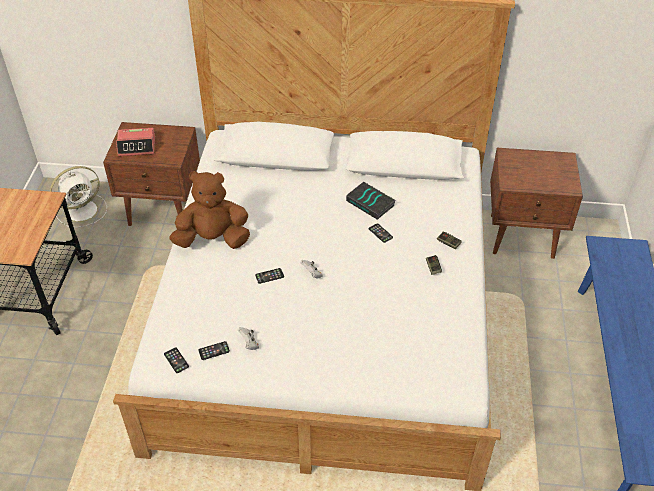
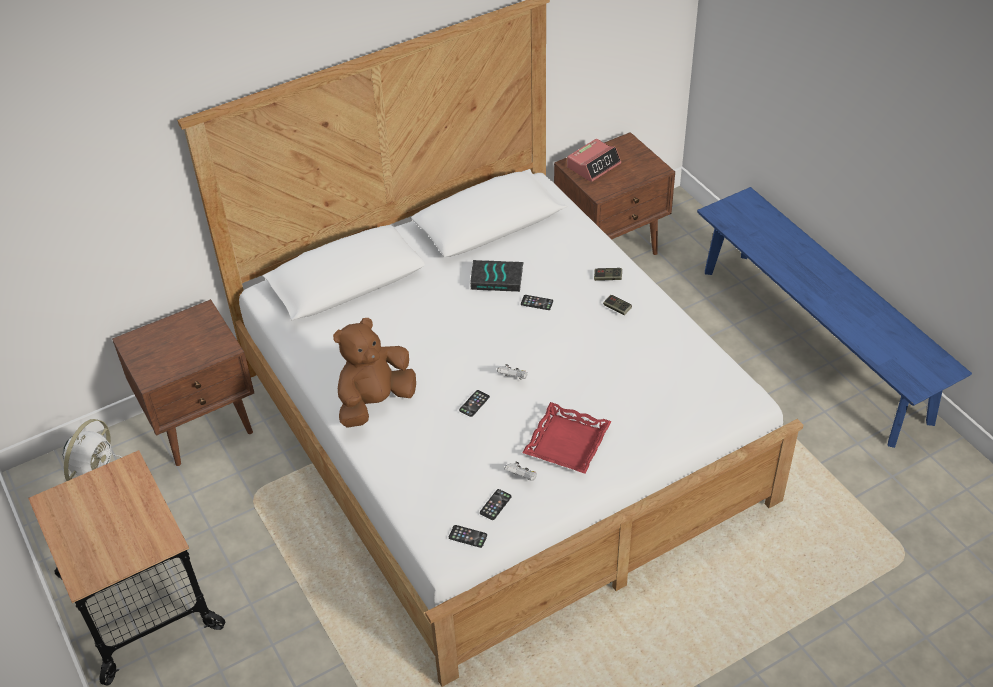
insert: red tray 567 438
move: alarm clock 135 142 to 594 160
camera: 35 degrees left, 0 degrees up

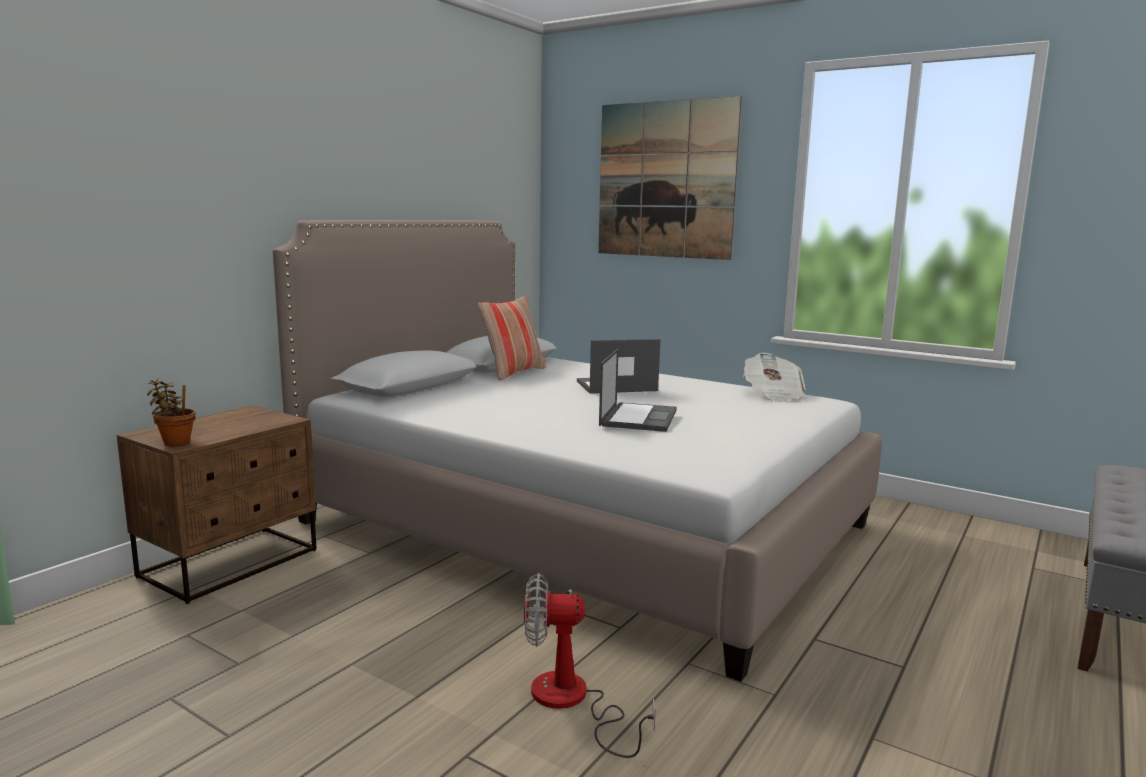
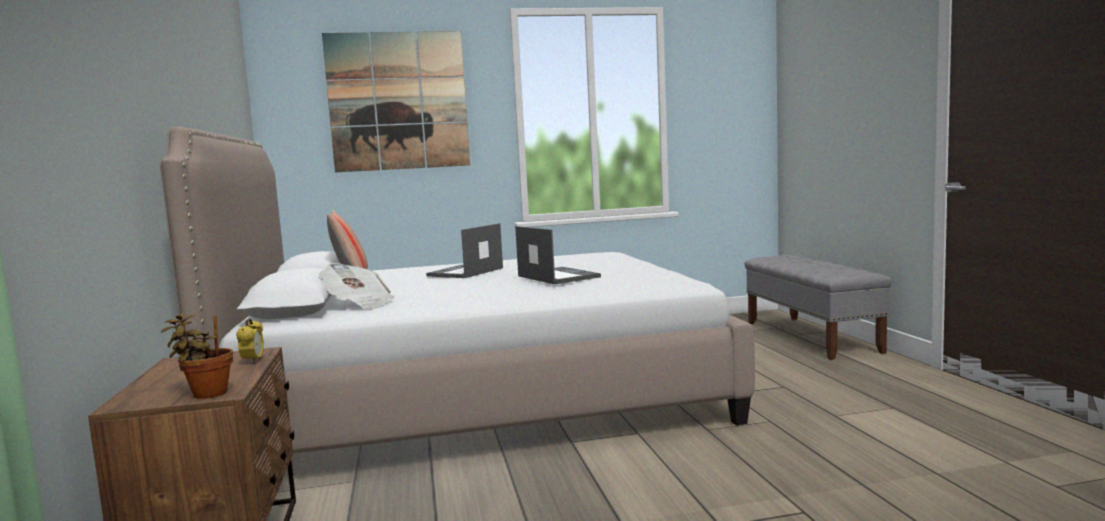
delete: fan 590 665
insert: alarm clock 250 341
move: newspaper 775 378 to 356 286
camera: 45 degrees left, 5 degrees down

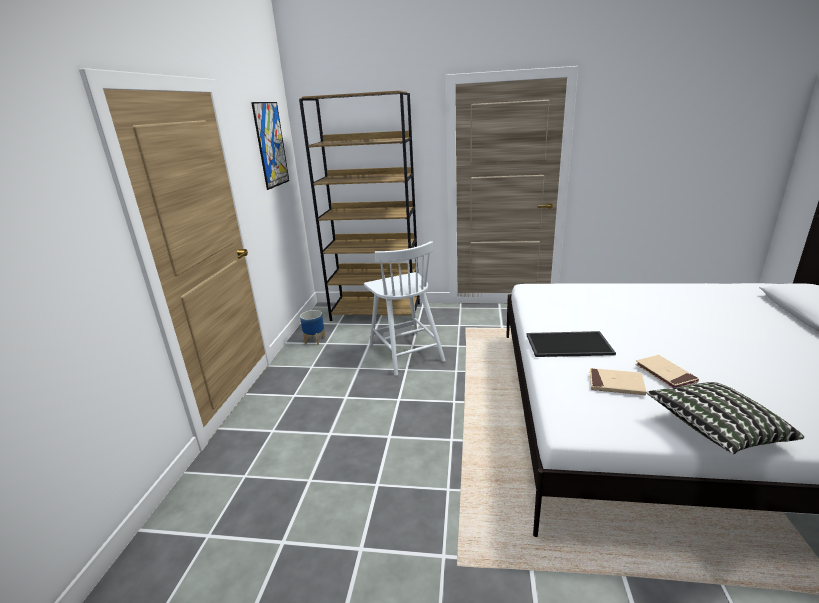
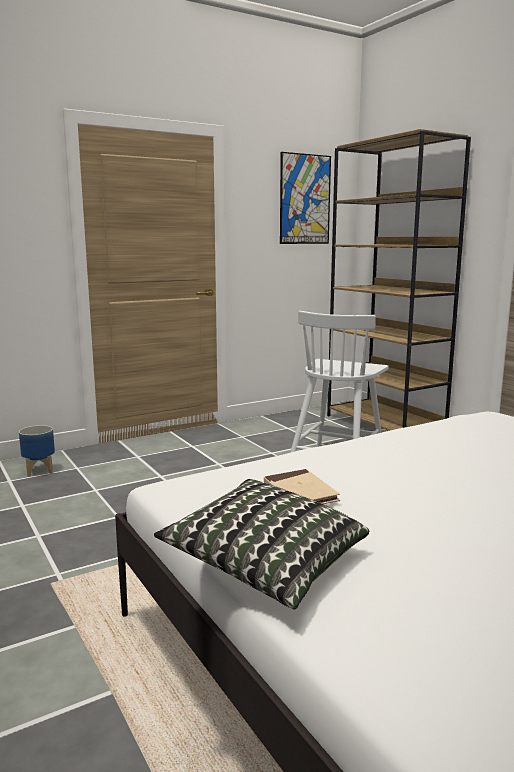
delete: tray 571 344; beige book 667 371
move: planter 312 327 to 37 451
camera: 50 degrees right, 10 degrees down

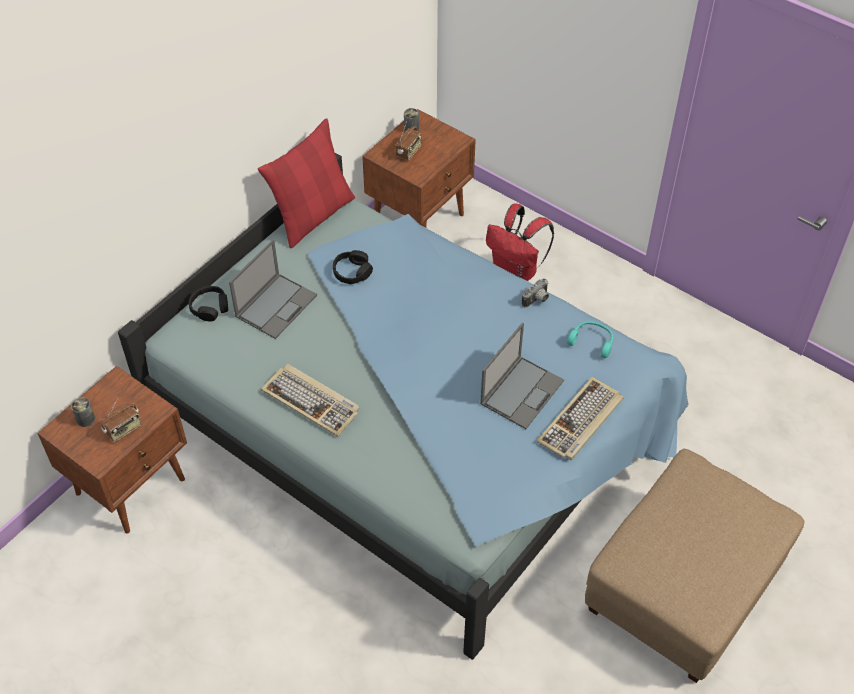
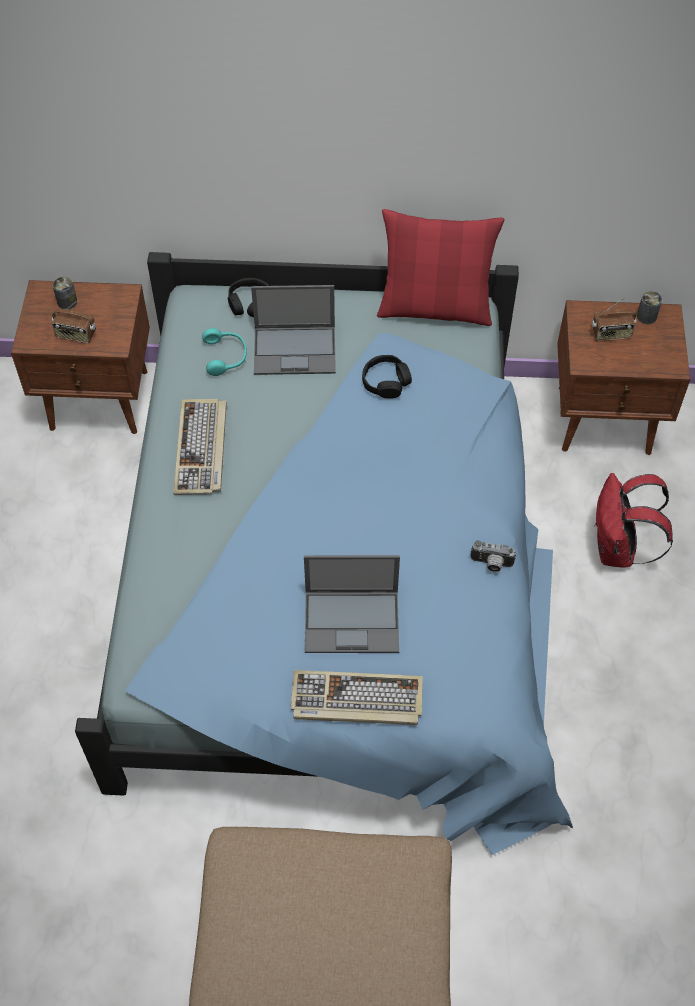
move: turquoise headphones 590 339 to 224 352
camera: 55 degrees right, 5 degrees up

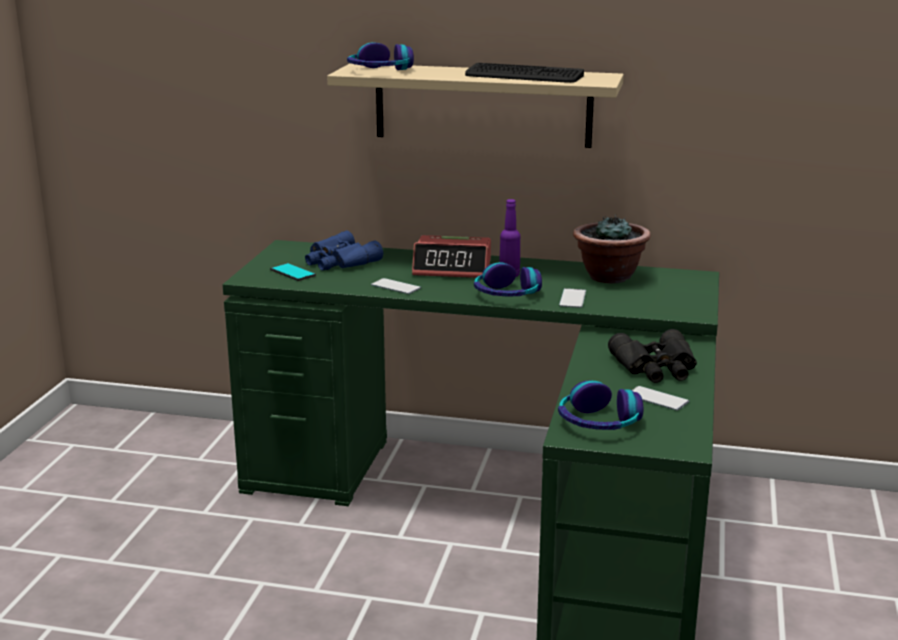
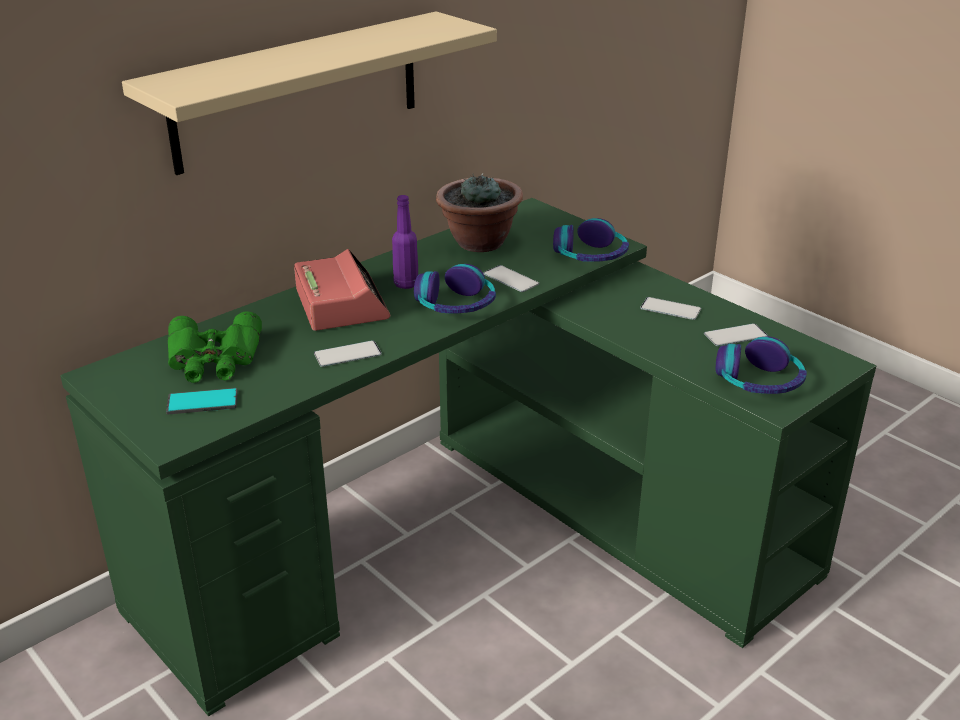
delete: keyboard 524 73
move: headphones 380 56 to 591 240
replace: black binoculars 652 356 to phone 670 308
recolor: blue binoculars 344 250 to green binoculars 215 347
rotate: alarm clock 451 256 = 342 290 60 degrees counterclockwise
camera: 55 degrees left, 10 degrees up

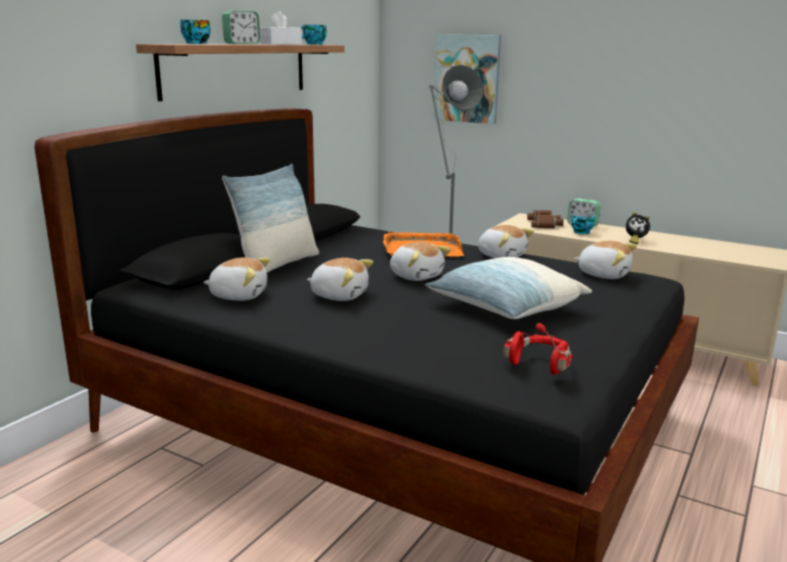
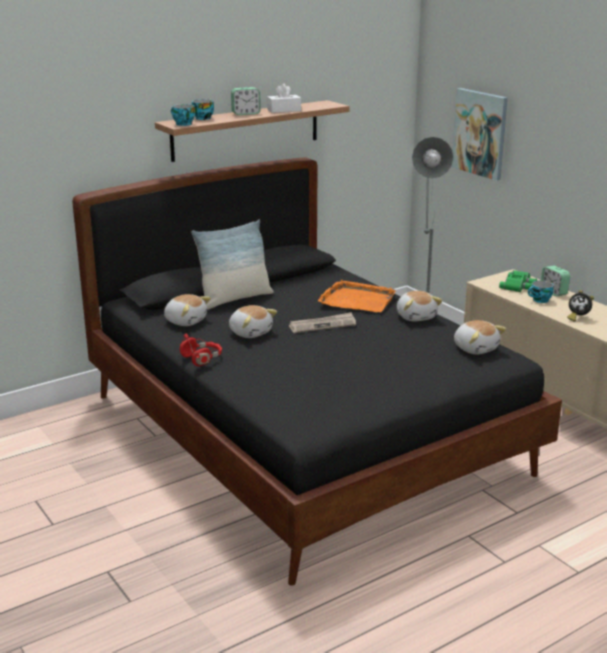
delete: pillow 508 288
move: cup 313 35 to 183 115; red headphones 538 349 to 201 349
replace: plush toy 420 261 to newspaper 322 322
recolor: brown binoculars 545 219 to green binoculars 518 281
camera: 25 degrees right, 5 degrees up

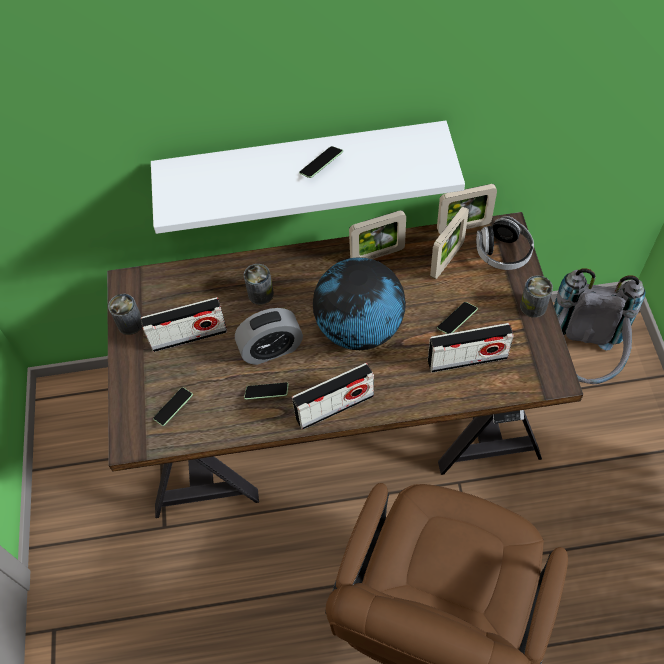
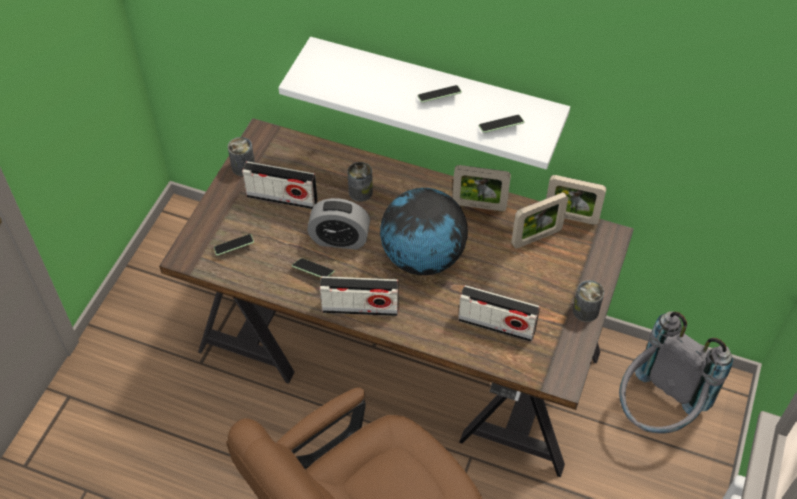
delete: headphones 505 243
move: phone 457 318 to 501 124
camera: 25 degrees right, 5 degrees down

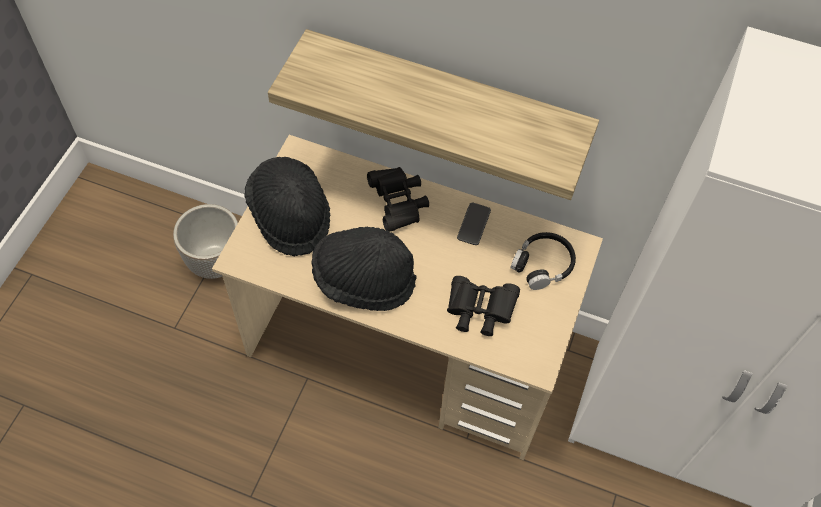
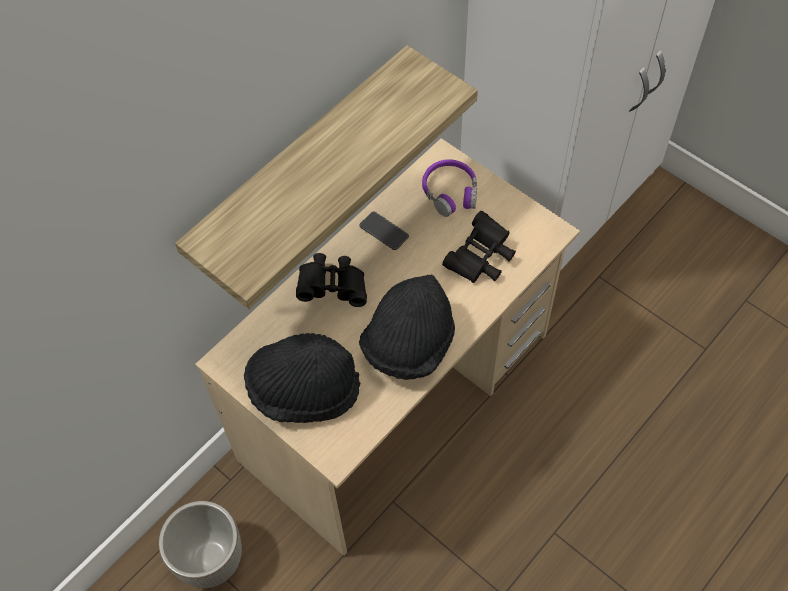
recolor: black headphones 543 261 to purple headphones 449 188
camera: 65 degrees left, 0 degrees up

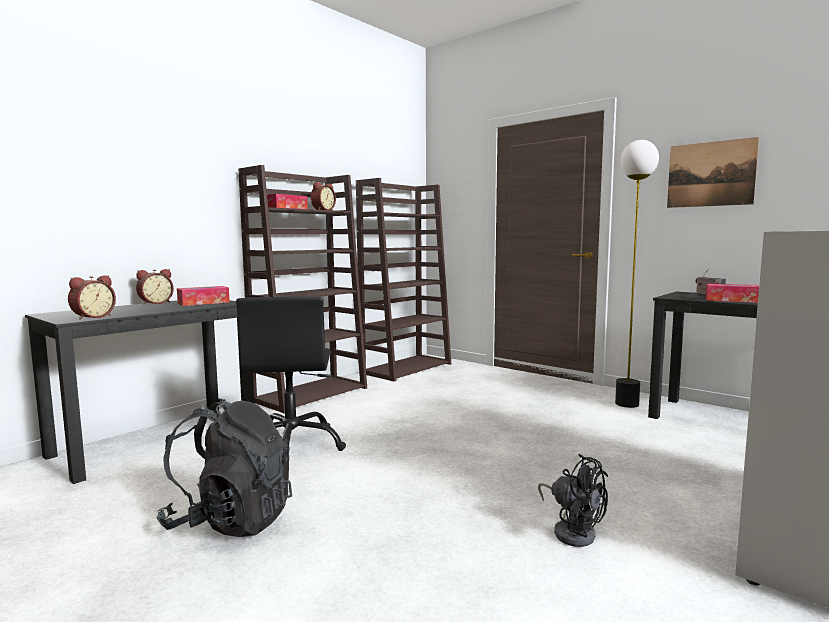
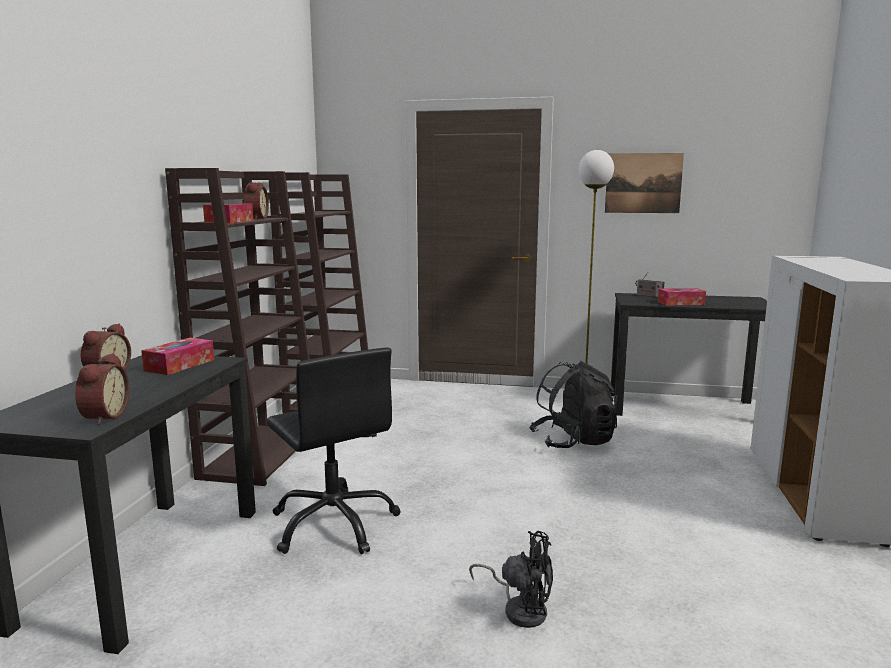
move: black backpack 224 467 to 573 404; black fan 573 500 to 511 579
camera: 30 degrees left, 5 degrees up

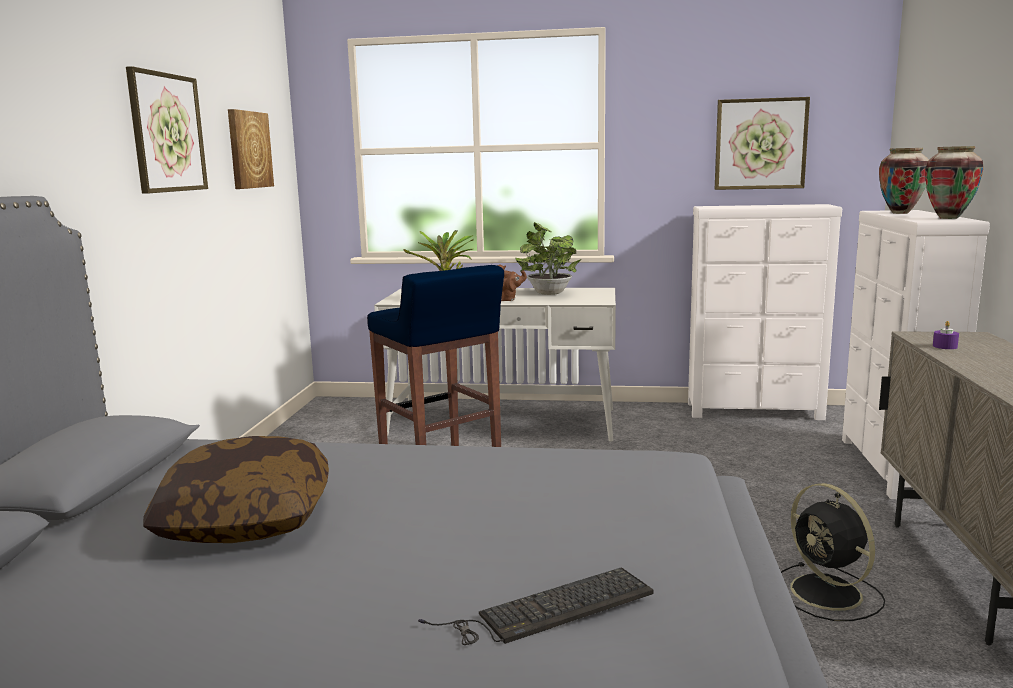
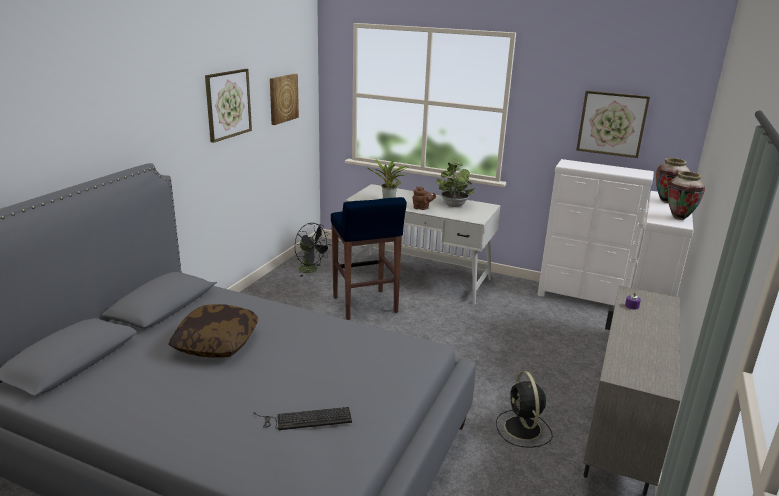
insert: black fan 313 250
camera: 15 degrees right, 10 degrees up

